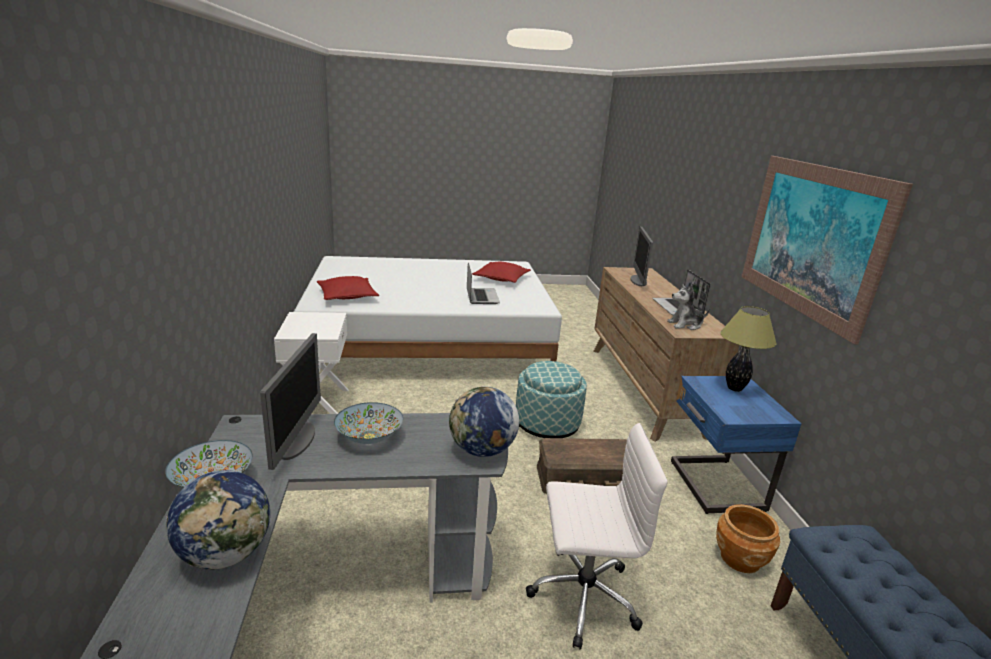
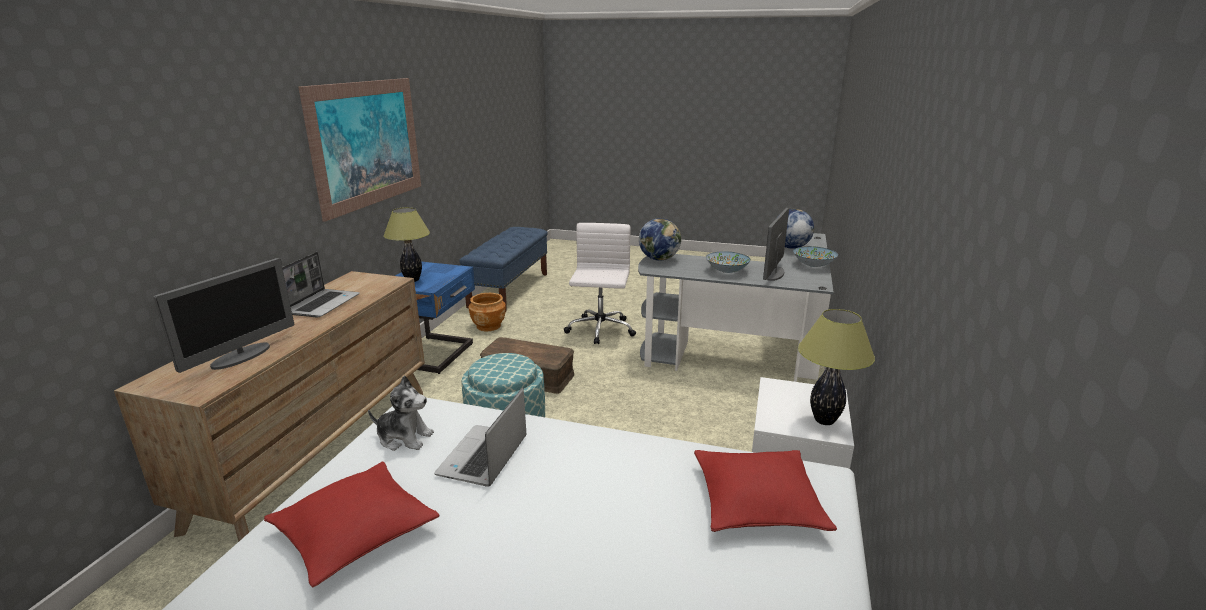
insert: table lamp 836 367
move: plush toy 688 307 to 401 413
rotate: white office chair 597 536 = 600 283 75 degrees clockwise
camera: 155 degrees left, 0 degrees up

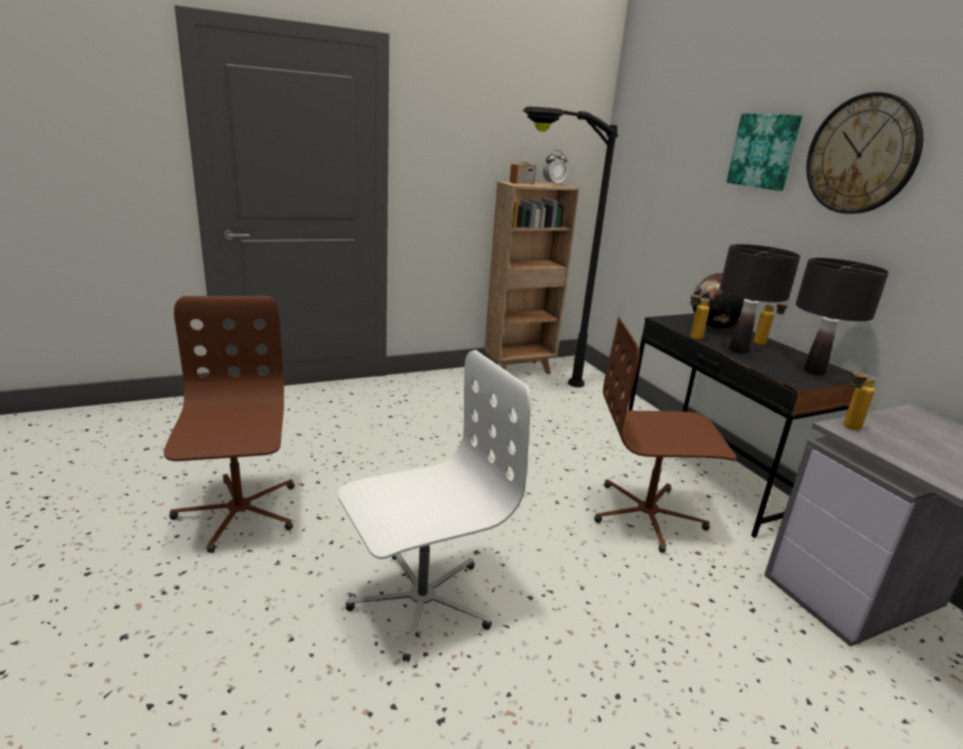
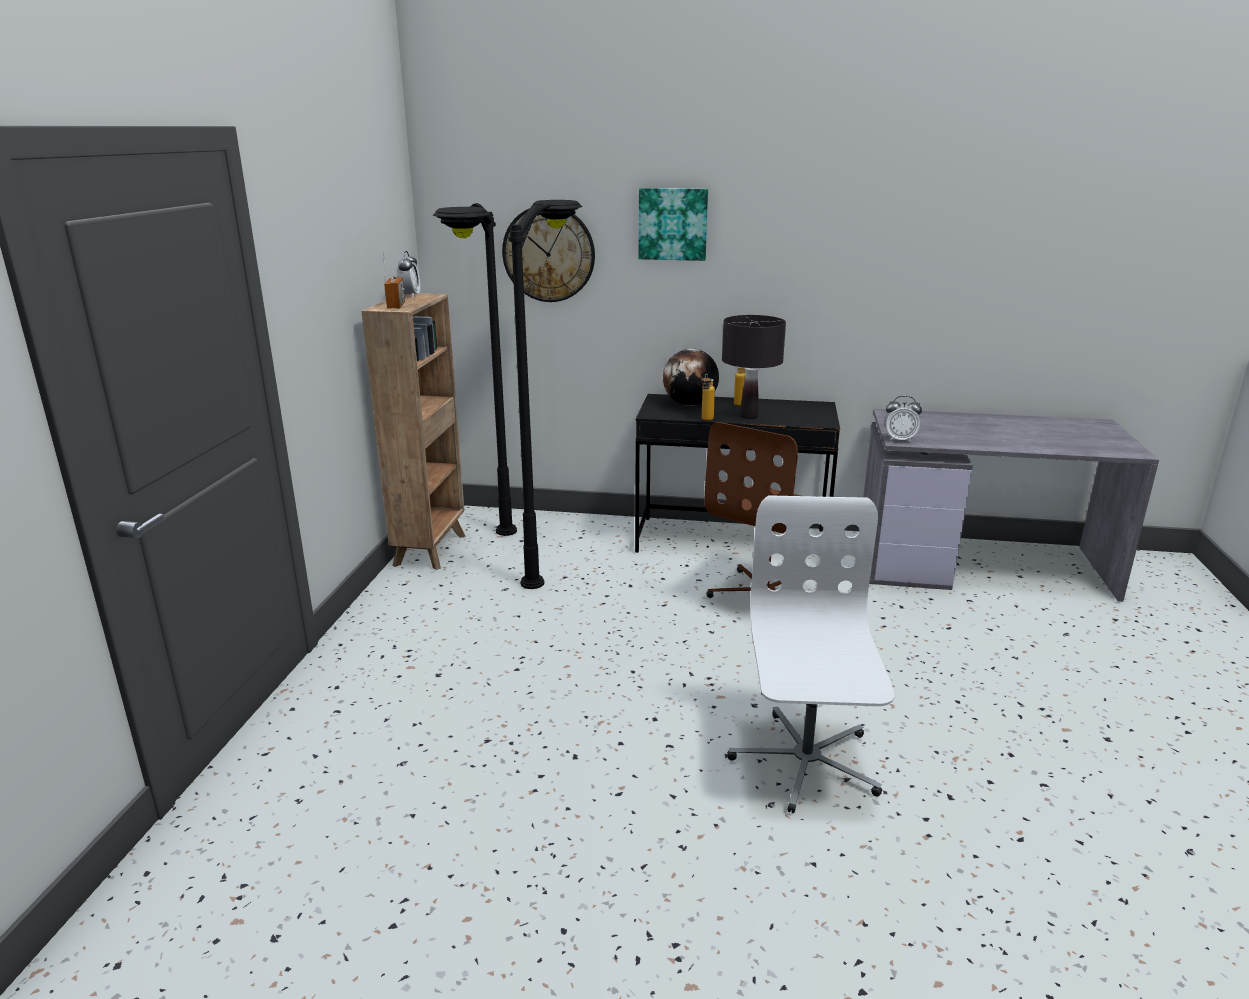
delete: brown office chair 229 424; black table lamp 842 316
insert: black floor lamp 545 394
move: wall clock 864 153 to 548 255
replace: bottle 860 398 to alarm clock 903 419
camera: 55 degrees left, 0 degrees up

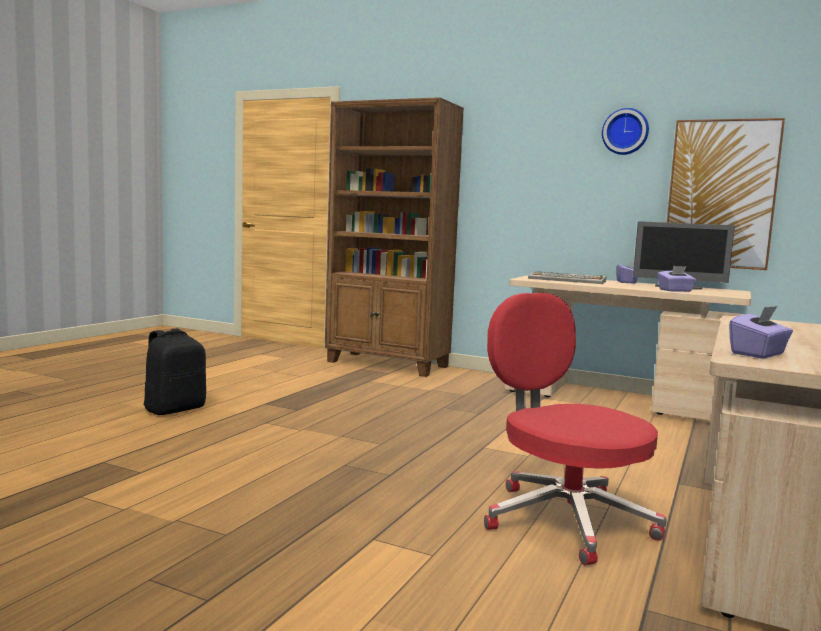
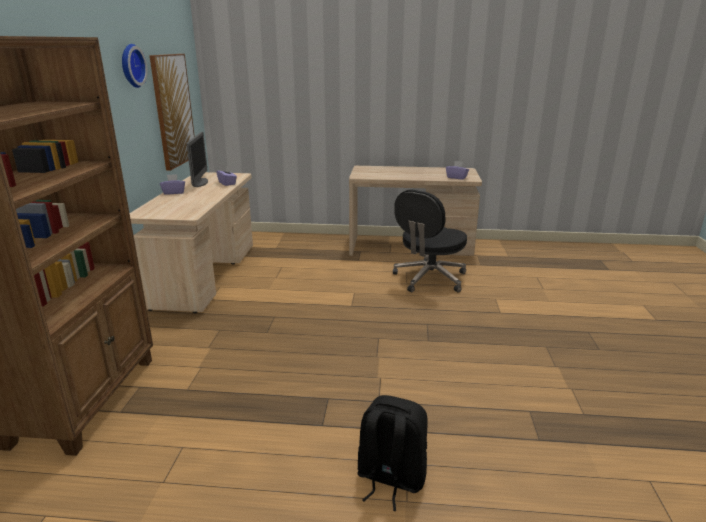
delete: keyboard 567 277
recolor: red office chair 575 429 to black office chair 430 241
camera: 110 degrees left, 15 degrees up

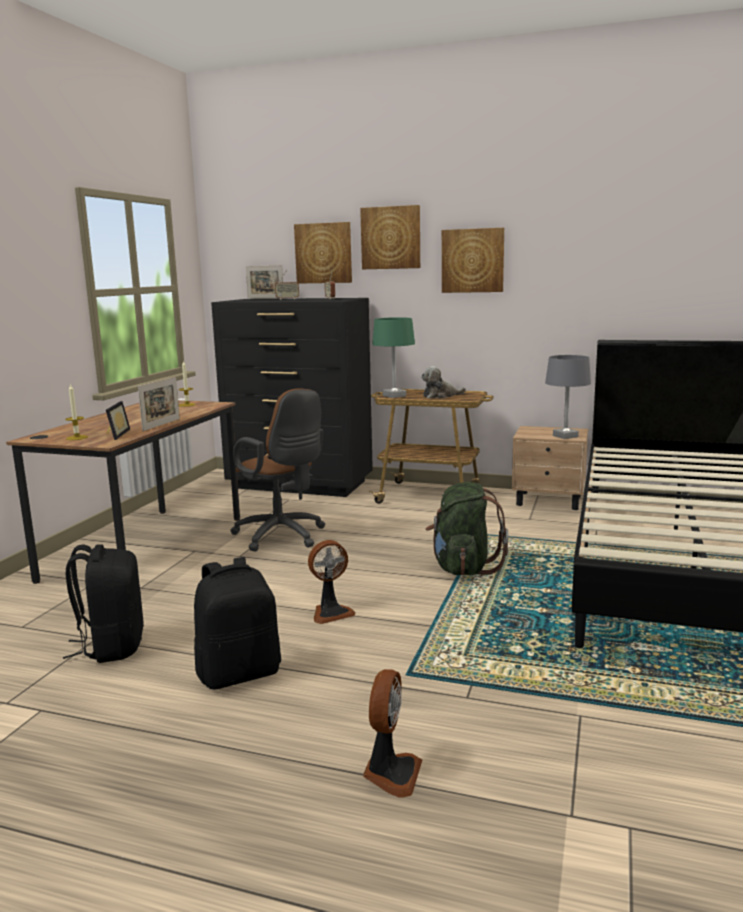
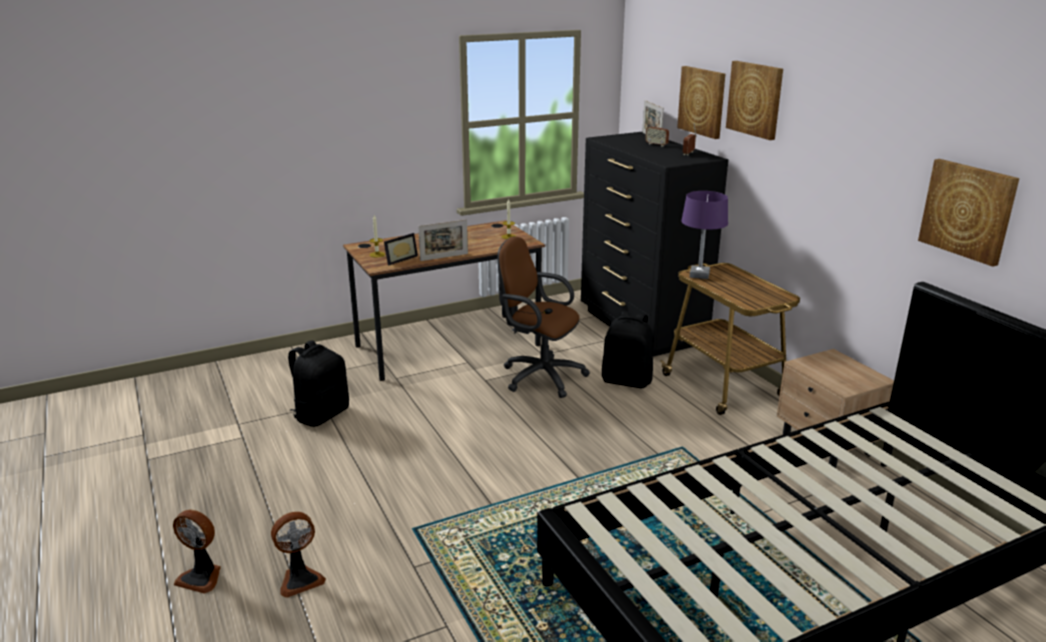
delete: plush toy 443 382; green backpack 467 528; grey table lamp 568 397
move: black backpack 237 623 to 627 349; fan 331 582 to 197 552; picture 473 260 to 968 213
recolor: green table lamp 393 357 to purple table lamp 704 235
rotate: brown office chair 277 470 = 544 317 120 degrees clockwise
camera: 45 degrees right, 10 degrees up

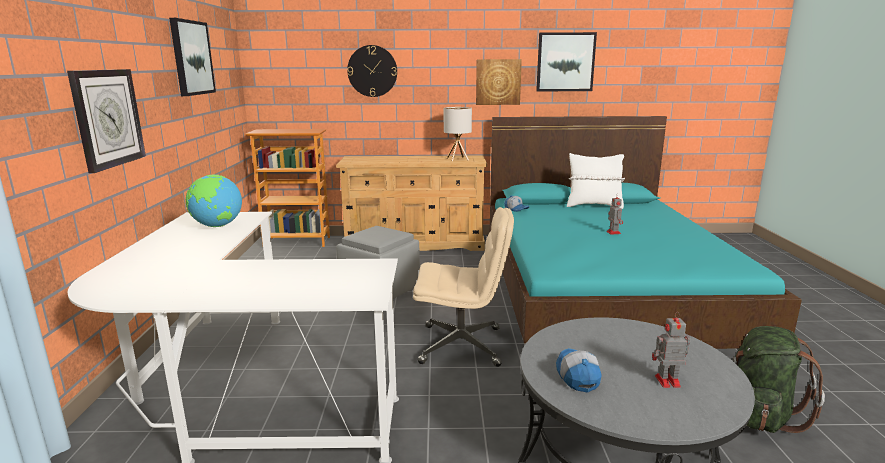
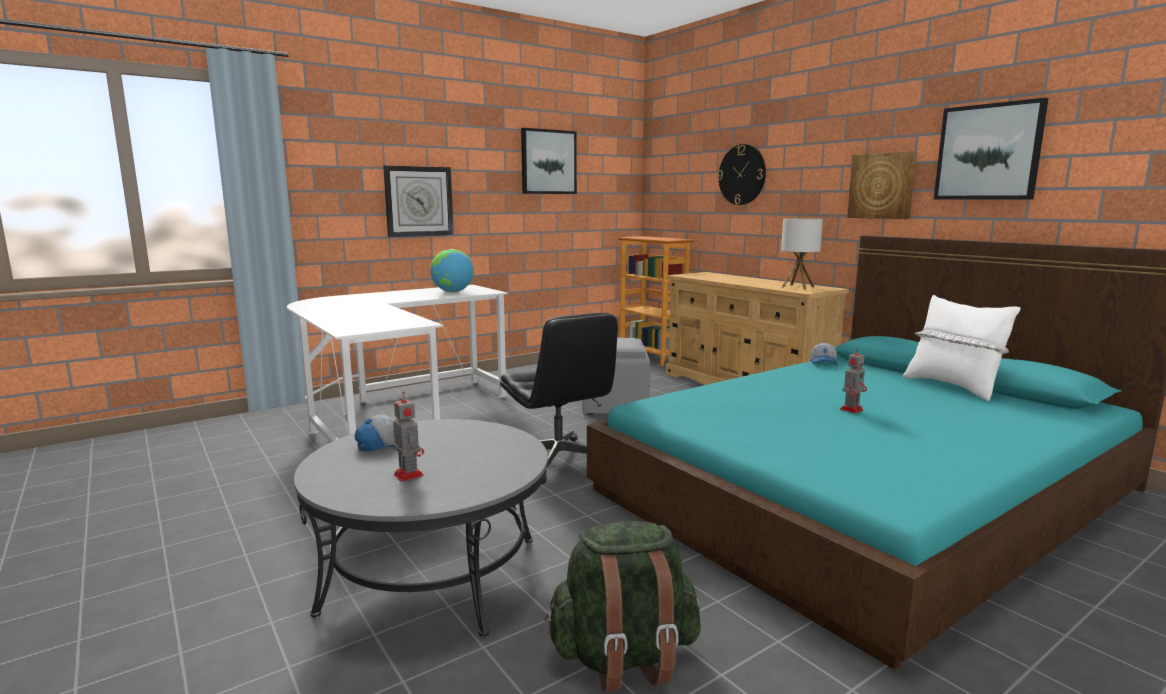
recolor: beige office chair 463 287 to black office chair 559 398
camera: 55 degrees right, 5 degrees down

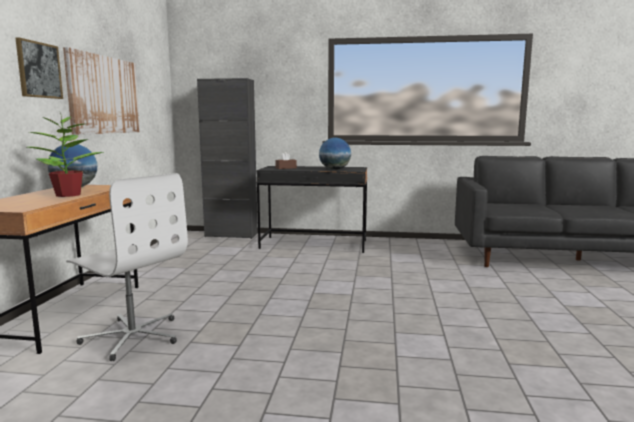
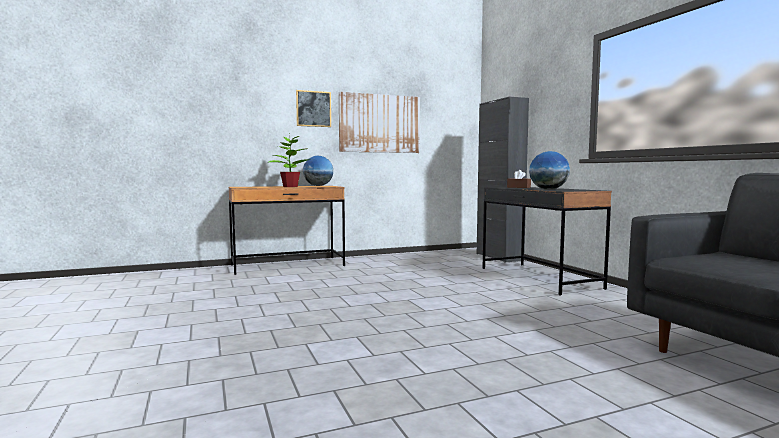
delete: white office chair 127 267
camera: 60 degrees right, 5 degrees down

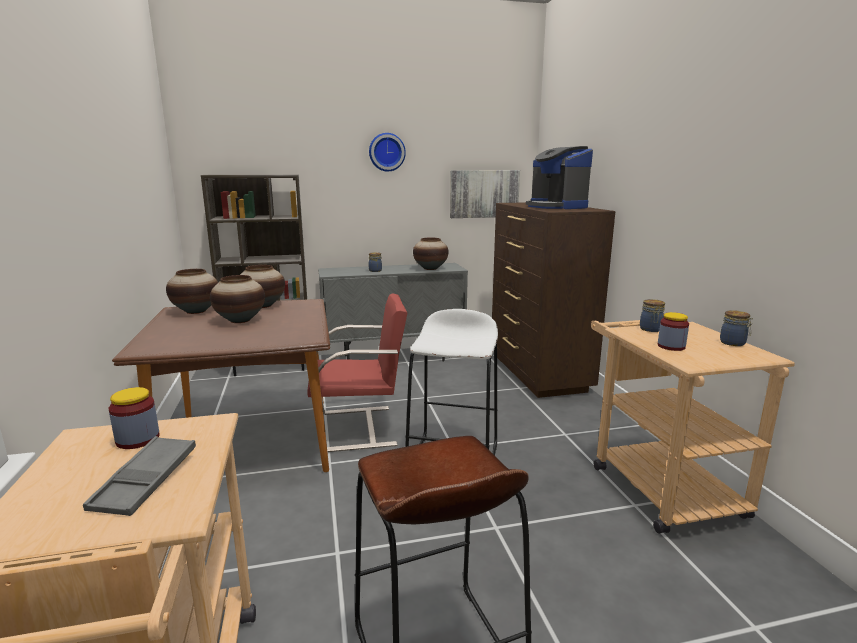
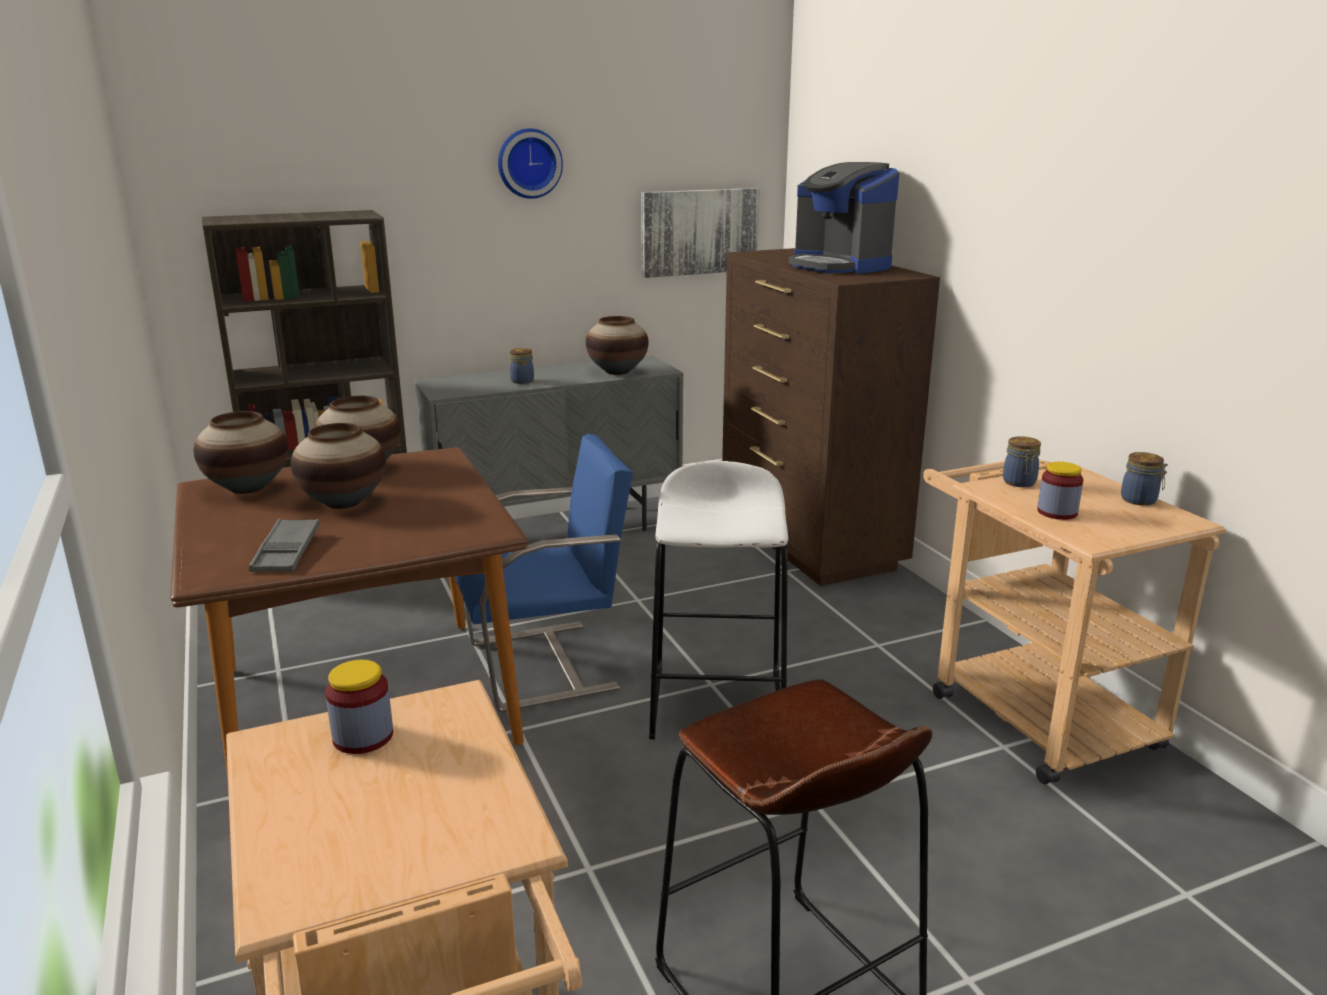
move: grey tray 139 476 to 284 545
recolor: red chair 357 372 to blue chair 544 573
camera: 10 degrees left, 5 degrees up

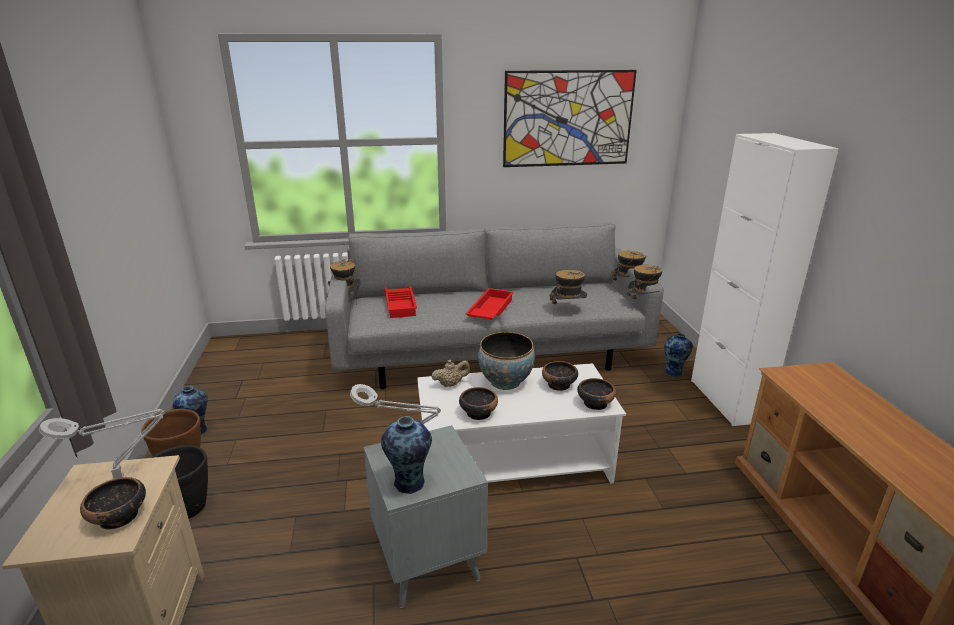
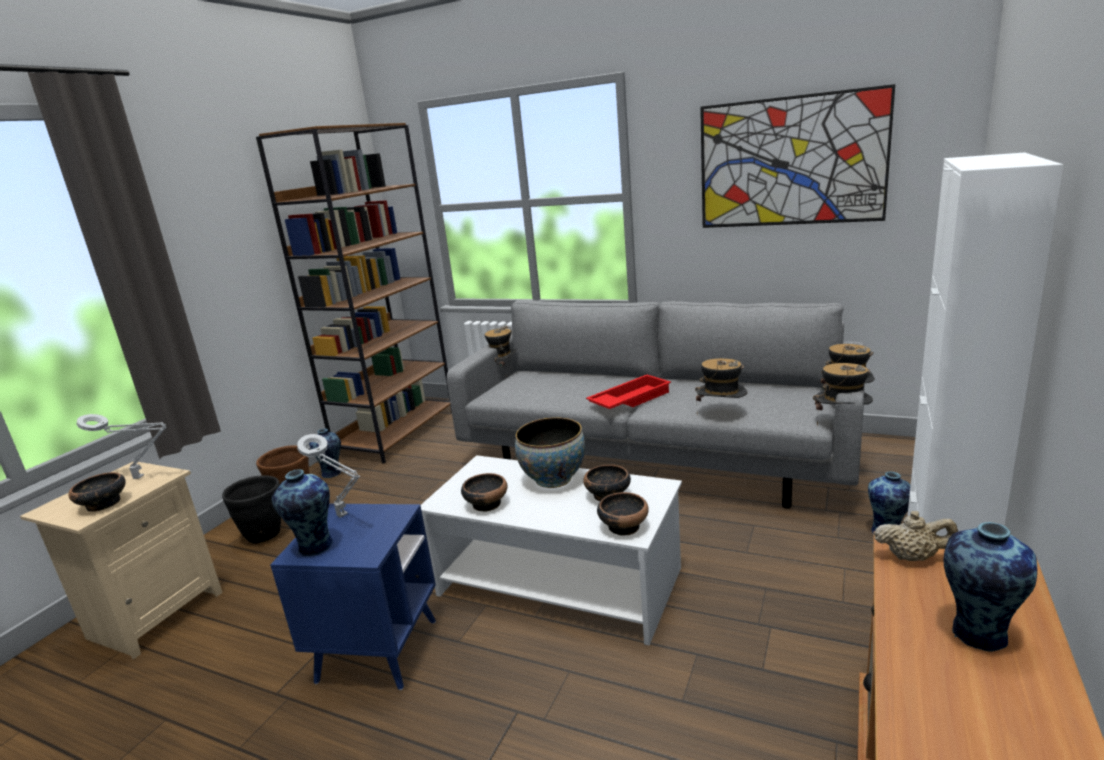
delete: red tray 401 302
insert: brown bookcase 354 293; vase 990 587
move: beige teapot 451 373 to 916 536
recolor: grey side table 426 516 to blue side table 353 597
camera: 35 degrees right, 5 degrees down

